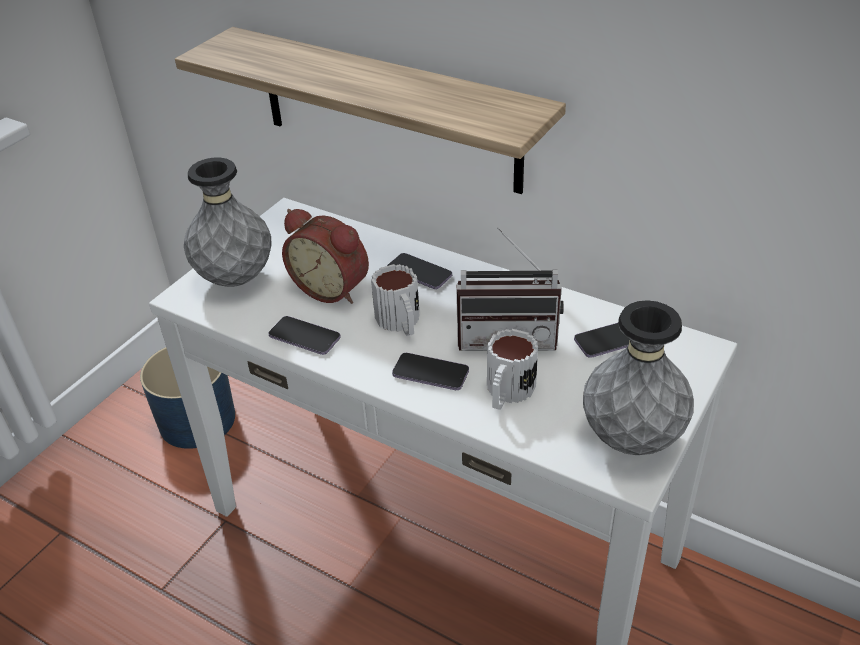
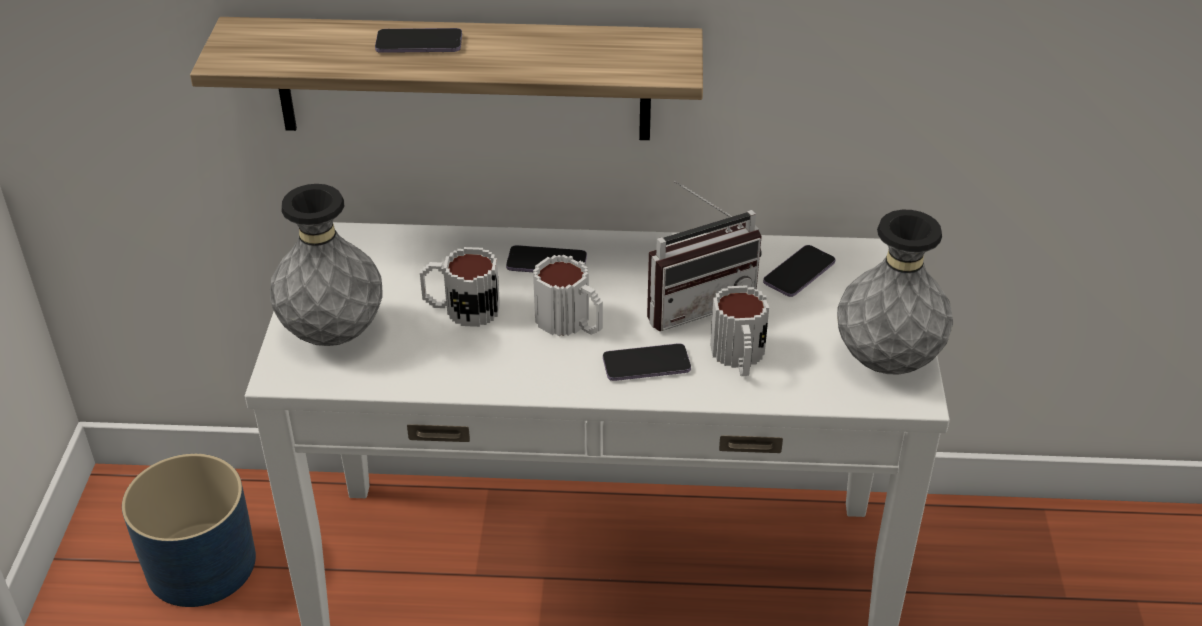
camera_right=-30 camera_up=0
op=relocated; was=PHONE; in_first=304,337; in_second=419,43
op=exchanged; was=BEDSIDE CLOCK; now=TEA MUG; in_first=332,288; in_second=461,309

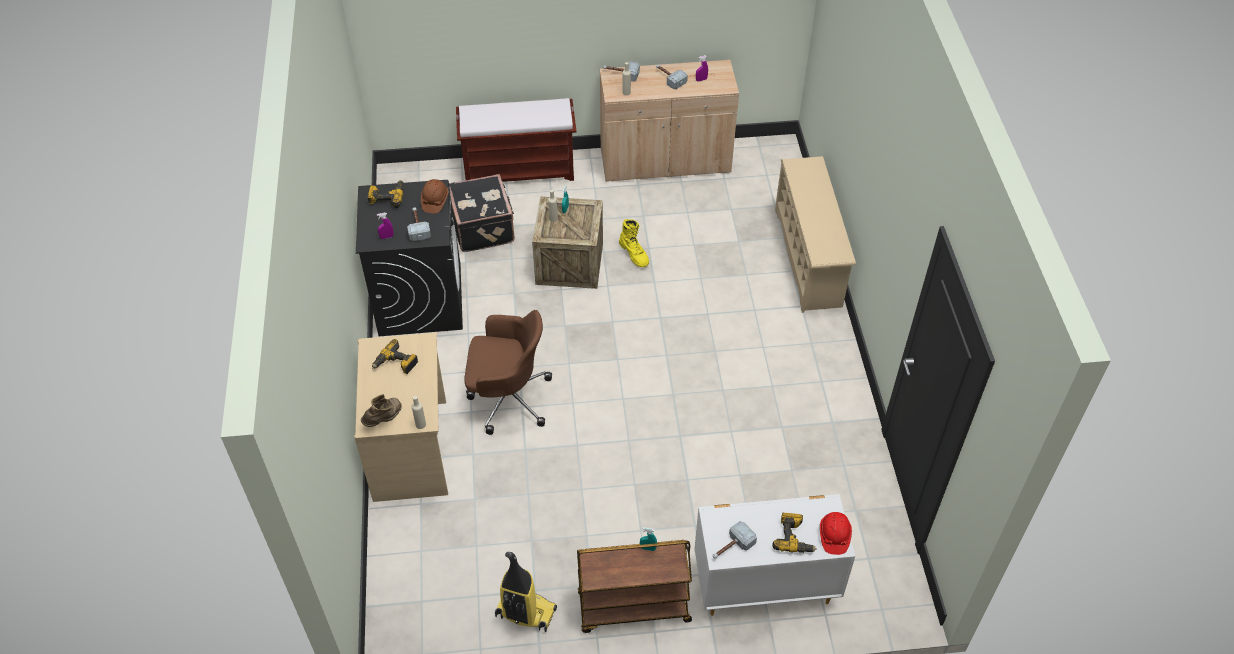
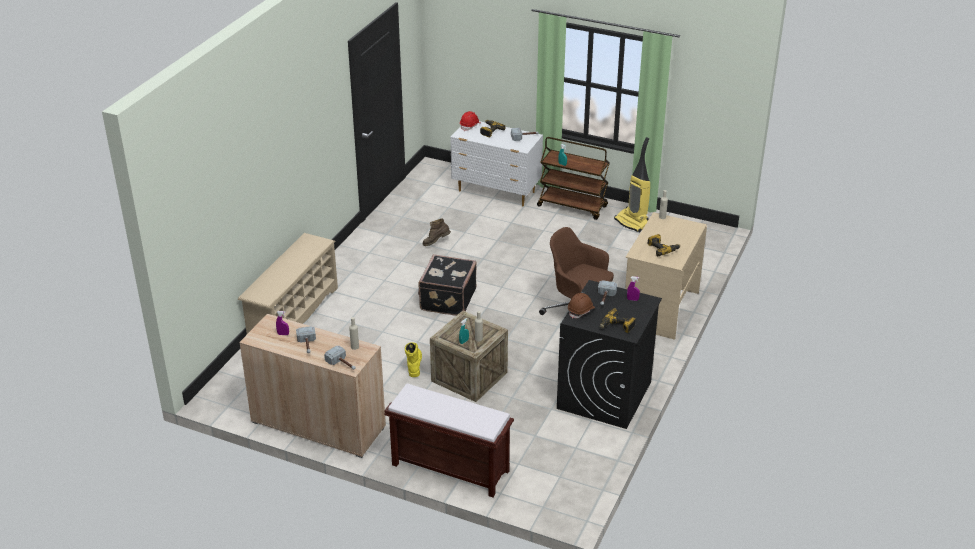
camera_right=-150 camera_up=-15
op=relocated; was=BROWNISH TALL BOOT; in_first=384,419; in_second=436,242
op=relocated; was=BLACK-COLOURED TRAVEL CASE; in_first=484,227; in_second=447,299

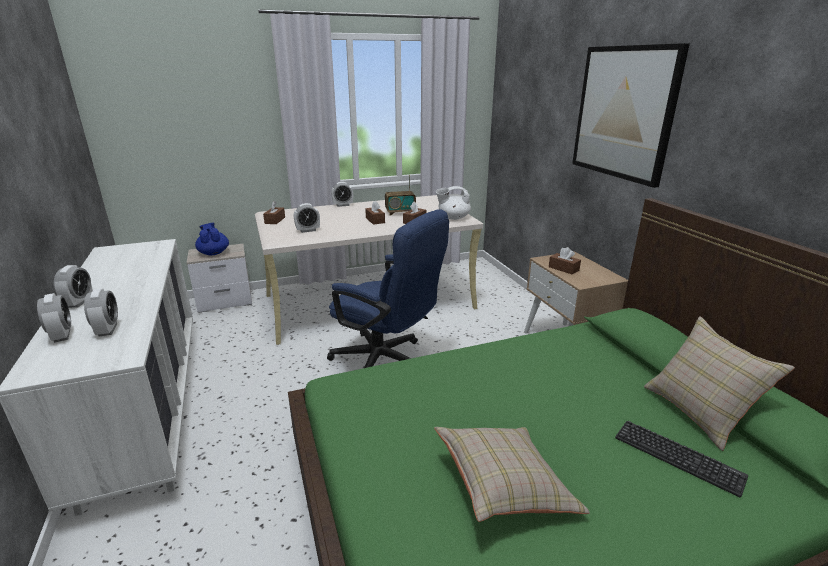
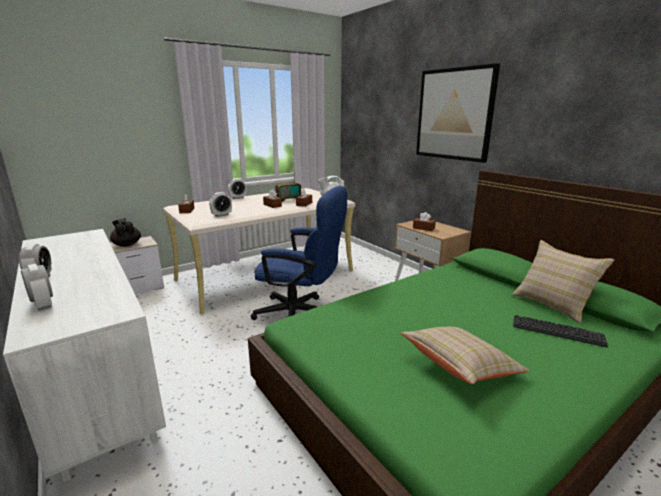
camera_right=-15 camera_up=-5
op=missing; was=BEDSIDE CLOCK; in_first=108,330
op=colour; was=BLUE-COLOURED POT FOR TEA; now=BLACK-COLOURED POT FOR TEA; in_first=213,253; in_second=127,244

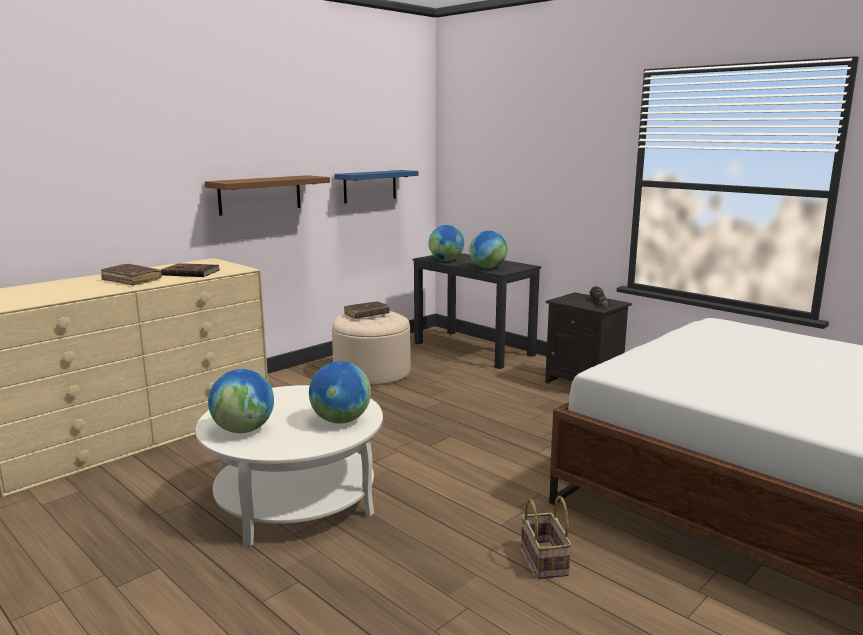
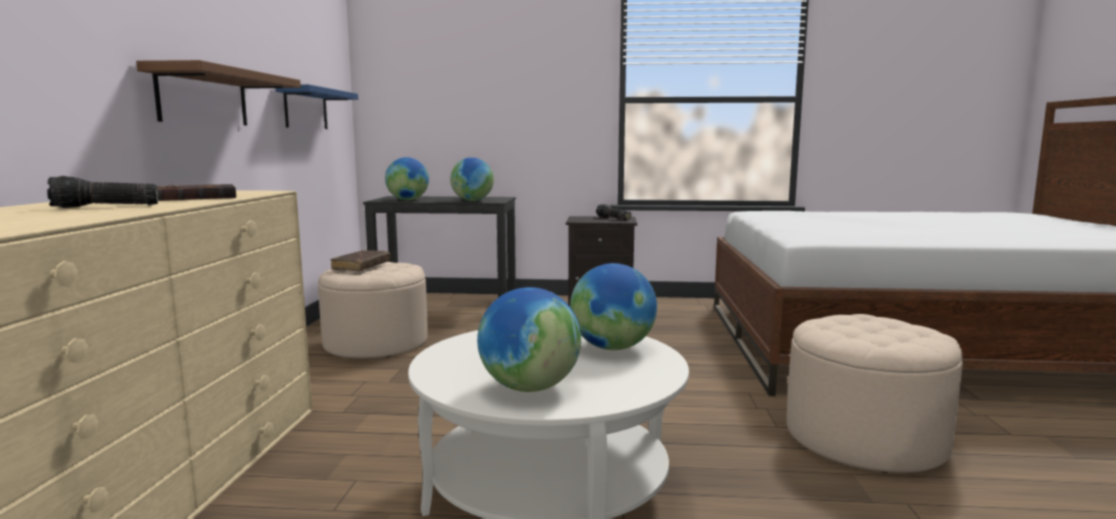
camera_right=-40 camera_up=-5
op=exchanged; was=BROWNISH BOOK; now=TORCH; in_first=132,280; in_second=105,206
op=exchanged; was=HOUSEHOLD BASKET; now=BEIGE-COLOURED POUFFE; in_first=545,561; in_second=864,438

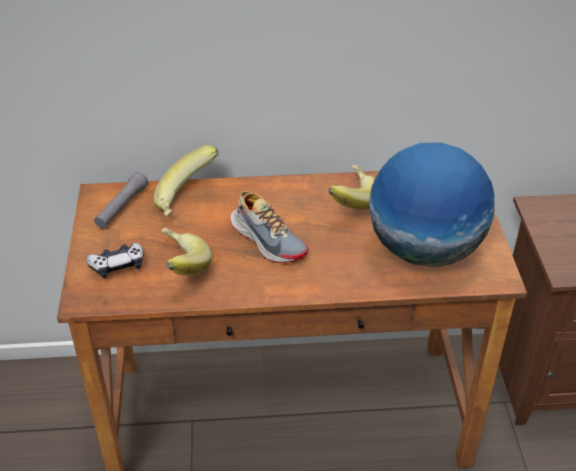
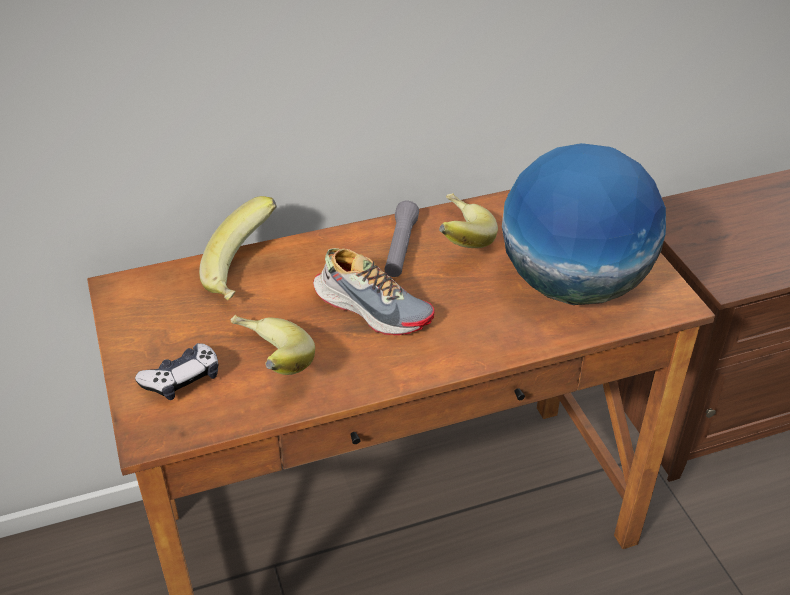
camera_right=-15 camera_up=0
op=relocated; was=GREY TORCH; in_first=121,207; in_second=400,248

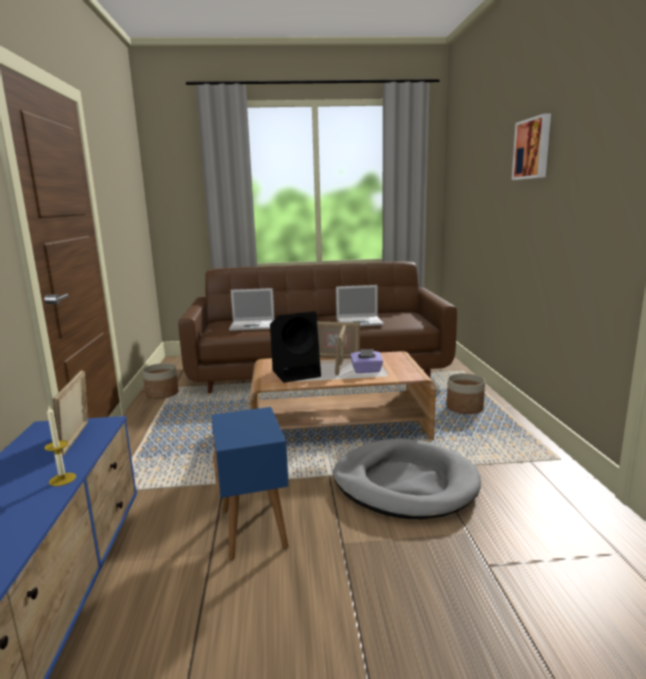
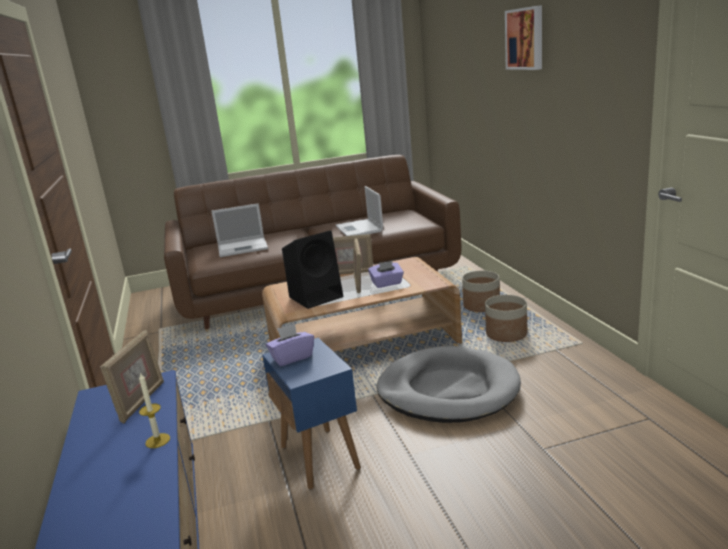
camera_right=-10 camera_up=5
op=spun; was=PHOTO FRAME; in_first=76,440; in_second=141,401; clockwise=-150
op=relocated; was=PLANTER; in_first=162,394; in_second=506,334
op=spun; was=LAPTOP; in_first=360,322; in_second=359,229; clockwise=90
op=appeared; now=PURPLISH TISSUE BOX; in_second=292,357

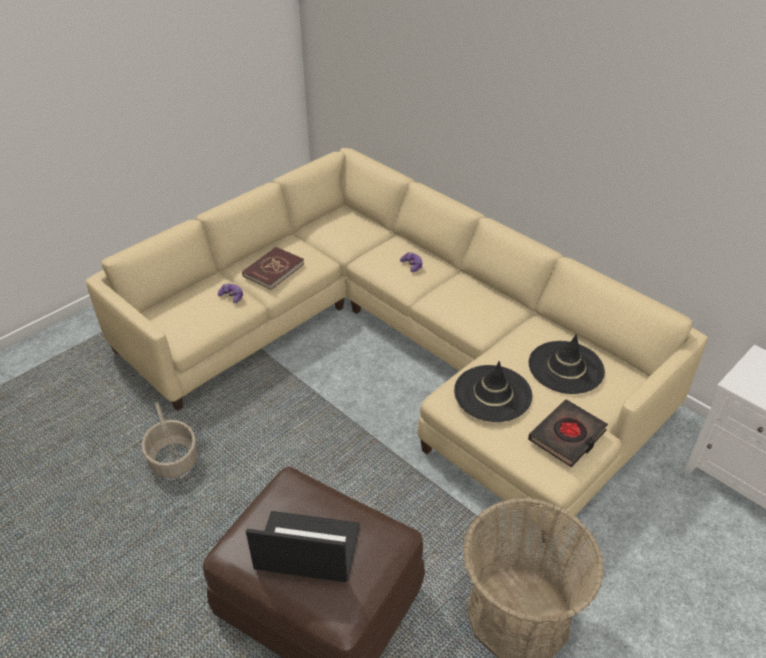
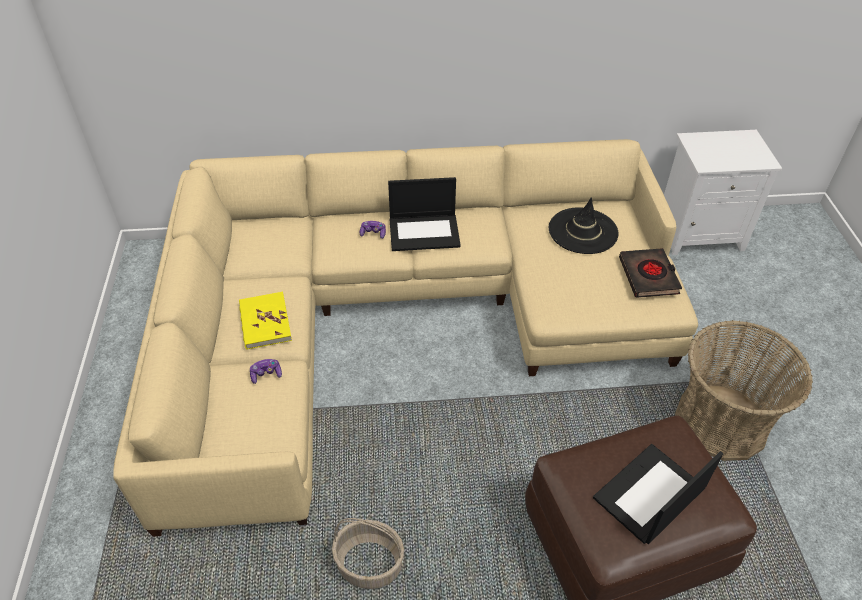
camera_right=-50 camera_up=5
op=colour; was=RED-COLOURED BOOK; now=YELLOW BOOK; in_first=273,270; in_second=265,322
op=missing; was=BLACK-COLOURED WEARABLE HAT; in_first=492,393
op=appeared; now=LAPTOP; in_second=425,232

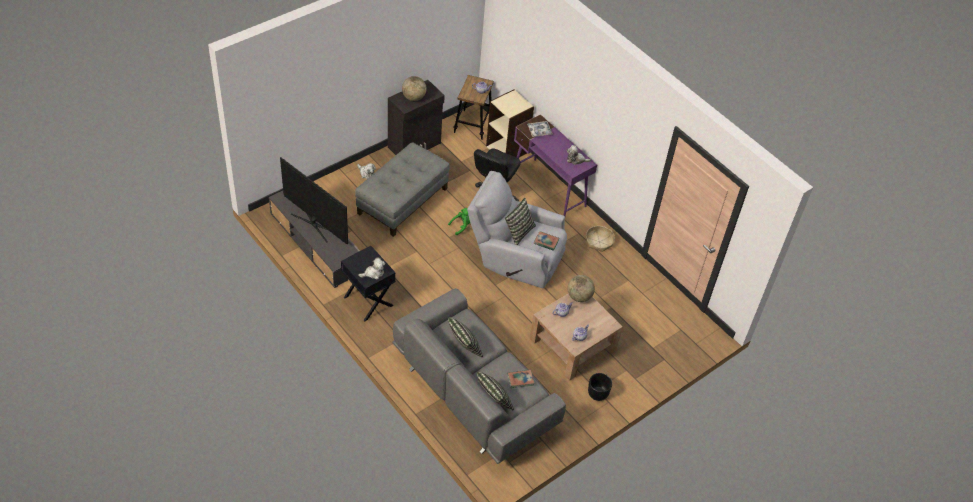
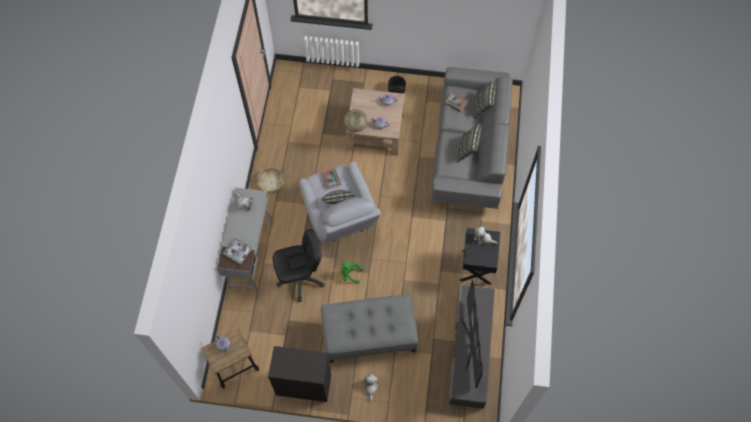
camera_right=-130 camera_up=15
op=missing; was=DESK GLOBE; in_first=413,97
op=missing; was=BEIGE-COLOURED BOOKCASE; in_first=507,149
op=colour; was=PURPLISH DESK TABLE; now=GREY DESK TABLE; in_first=549,188; in_second=251,253

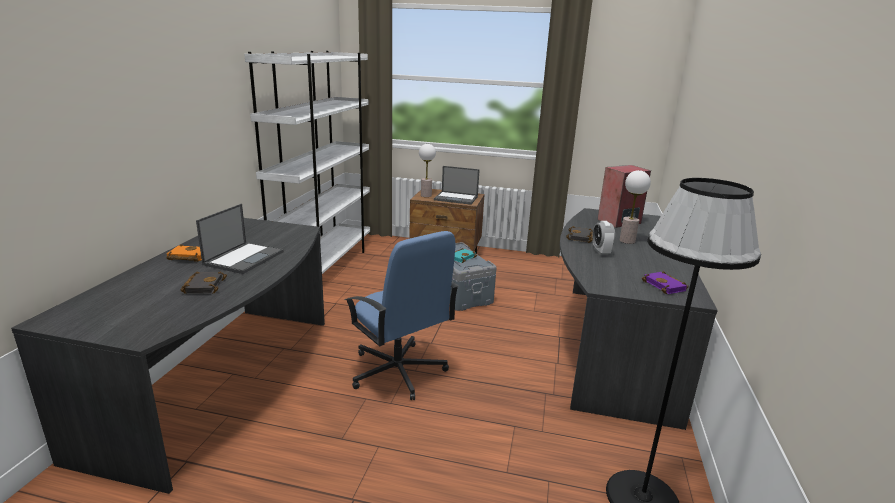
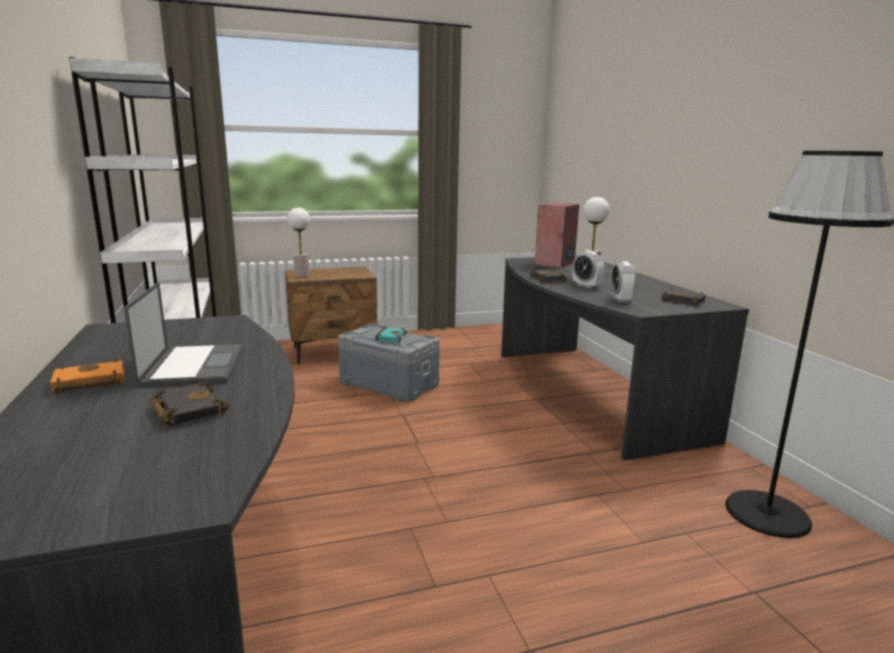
camera_right=-30 camera_up=-5
op=missing; was=BLUE-COLOURED DESK CHAIR; in_first=398,372
op=missing; was=LAPTOP; in_first=456,198
op=colour; was=PURPLISH BOOK; now=BLACK-COLOURED BOOK; in_first=665,286; in_second=684,300
op=appeared; now=BEDSIDE CLOCK; in_second=621,300

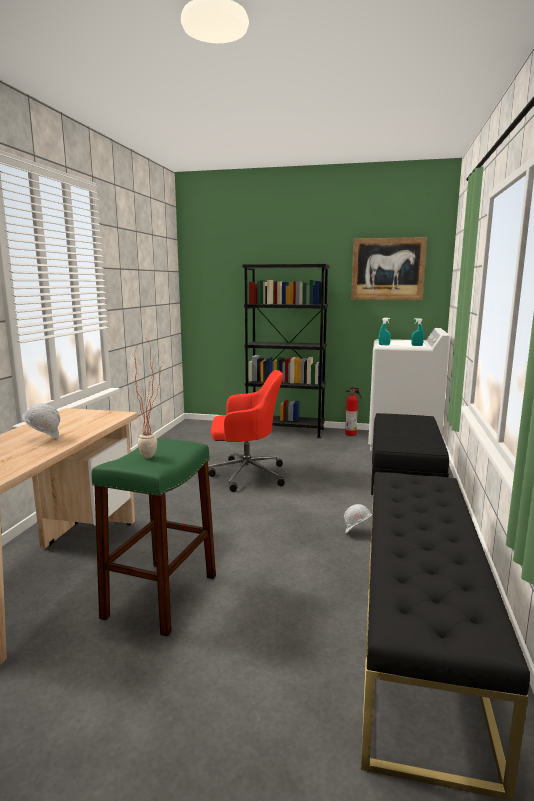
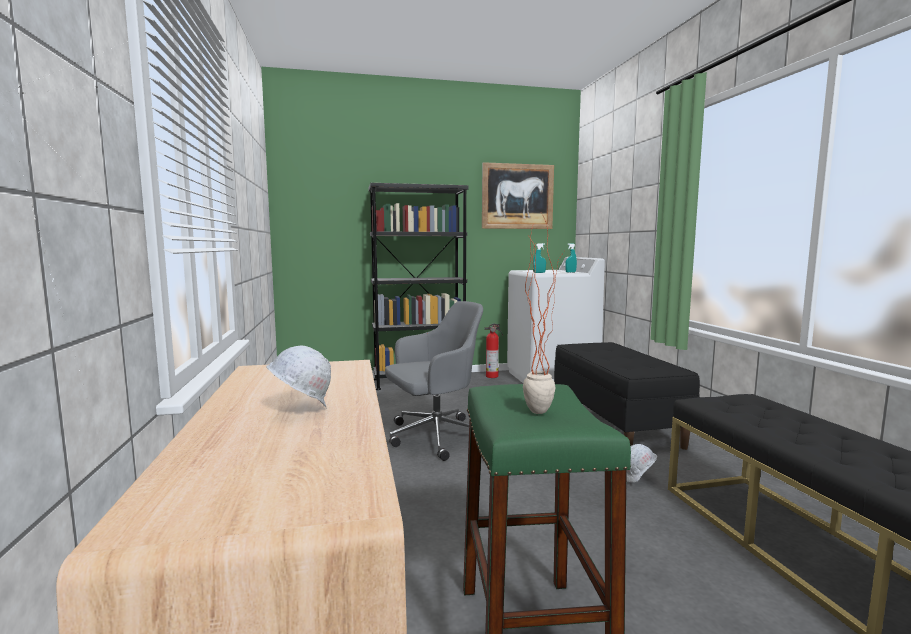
camera_right=-25 camera_up=-5
op=colour; was=RED-COLOURED DESK CHAIR; now=GREY DESK CHAIR; in_first=245,475; in_second=435,437

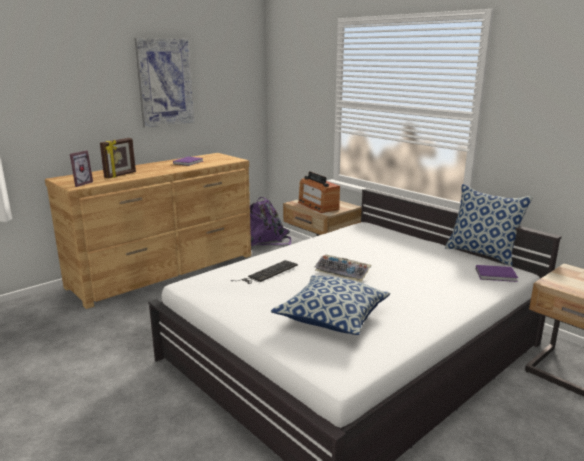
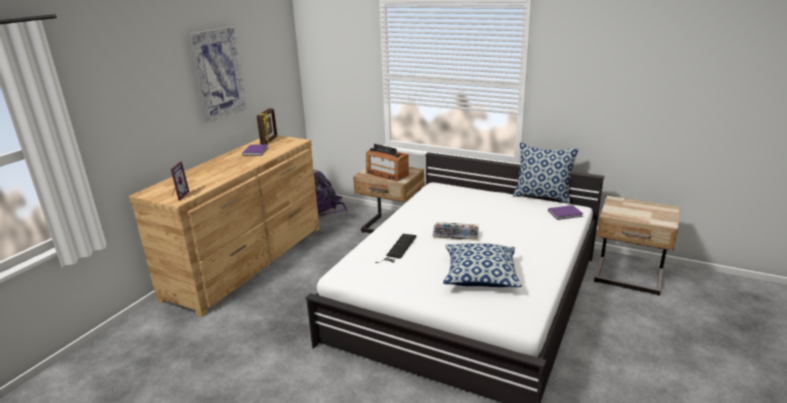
camera_right=-20 camera_up=5
op=relocated; was=PHOTO FRAME; in_first=120,175; in_second=269,141

